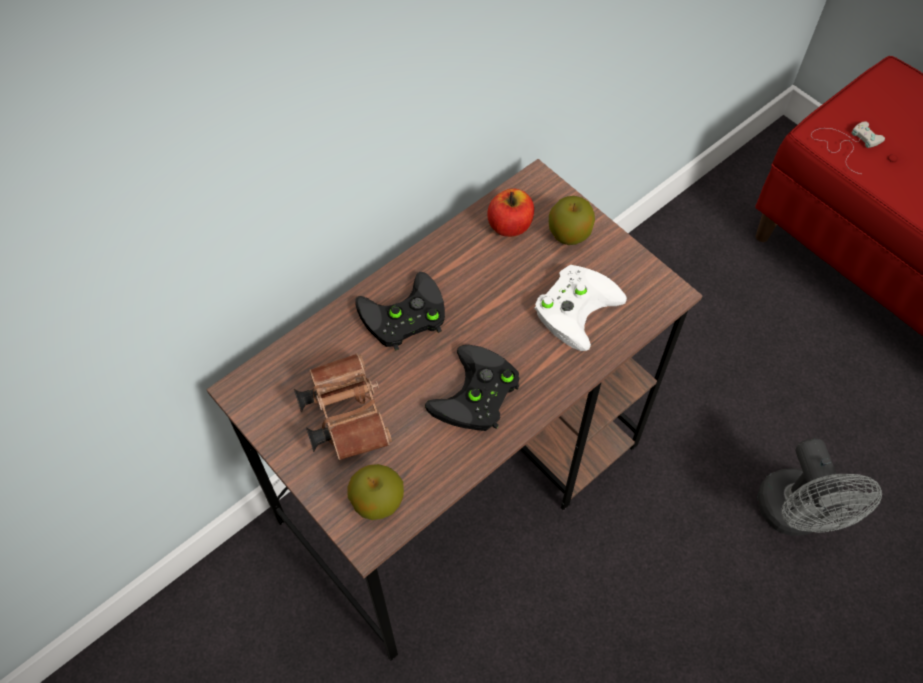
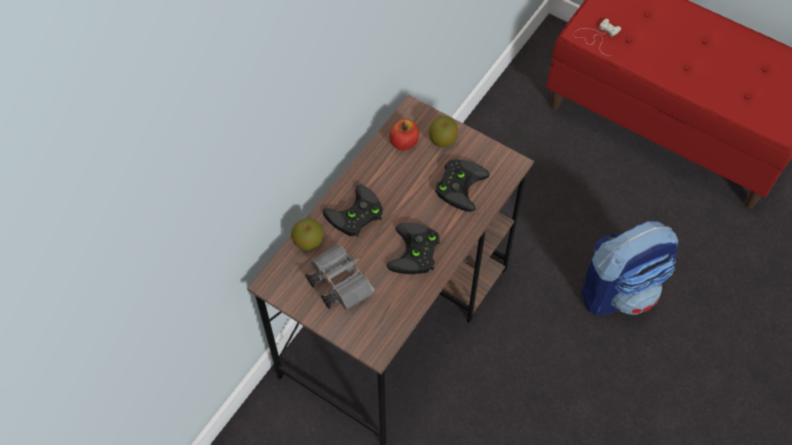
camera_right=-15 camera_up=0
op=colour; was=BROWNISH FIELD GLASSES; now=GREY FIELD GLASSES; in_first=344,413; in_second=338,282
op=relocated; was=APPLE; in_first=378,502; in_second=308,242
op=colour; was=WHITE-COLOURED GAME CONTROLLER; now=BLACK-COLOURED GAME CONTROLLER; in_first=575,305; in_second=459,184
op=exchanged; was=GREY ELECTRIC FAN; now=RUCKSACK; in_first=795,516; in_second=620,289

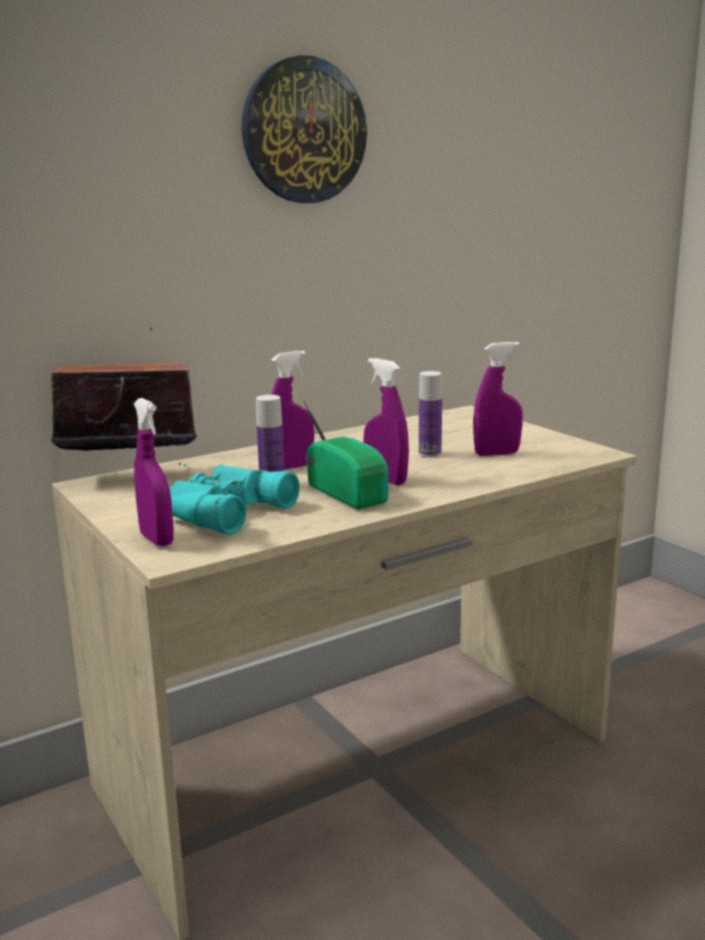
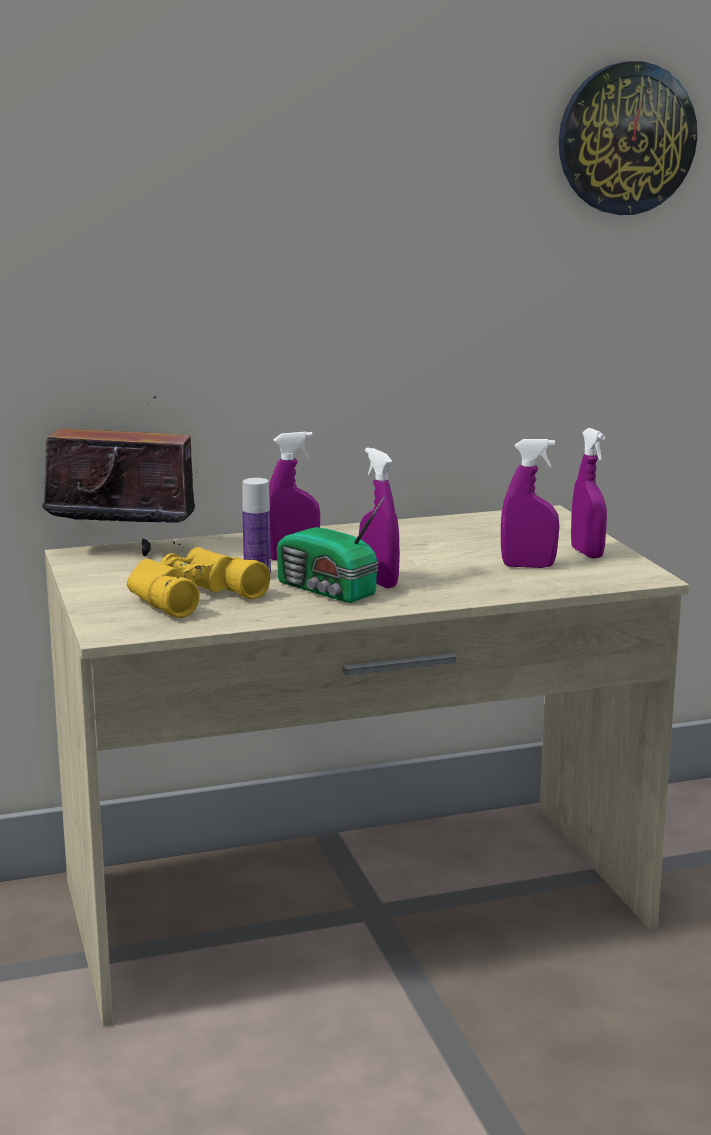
camera_right=15 camera_up=0
op=relocated; was=PURPLISH SPRAYER; in_first=157,539; in_second=587,553
op=colour; was=TURQUOISE FIELD GLASSES; now=YELLOW FIELD GLASSES; in_first=220,511; in_second=187,595
op=relocated; was=CLOCK ON THE WALL; in_first=303,131; in_second=626,139
op=spun; was=RADIO SET; in_first=347,493; in_second=327,590; clockwise=150
op=missing; was=BOTTLE; in_first=430,453

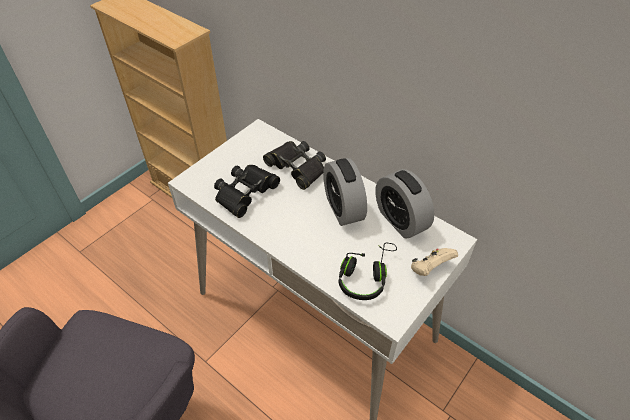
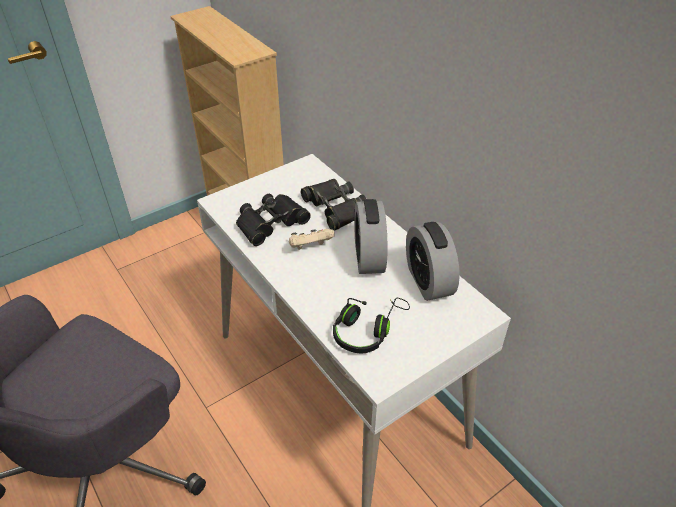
camera_right=15 camera_up=-5
op=relocated; was=BEIGE-COLOURED GAME CONTROLLER; in_first=430,268; in_second=310,247

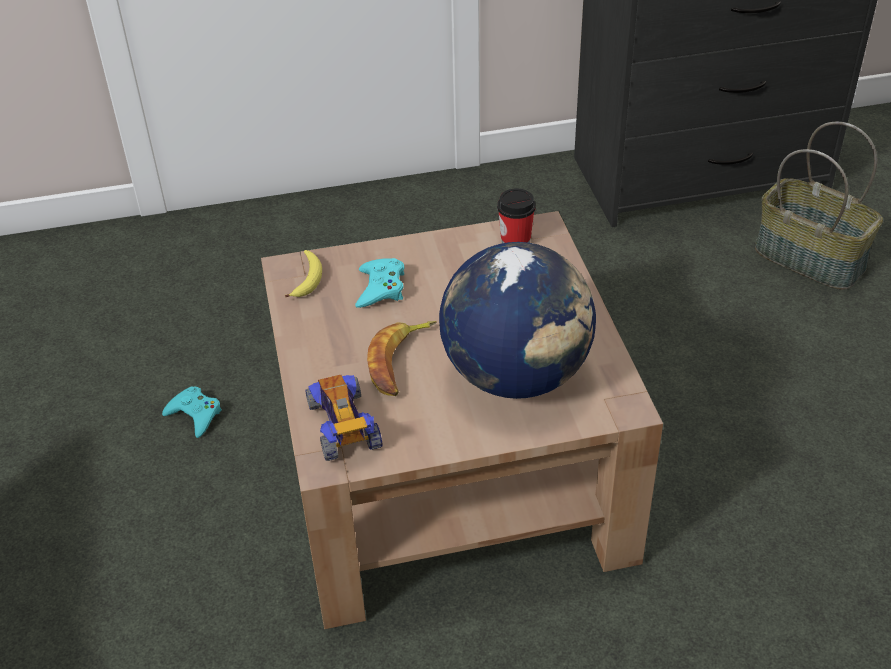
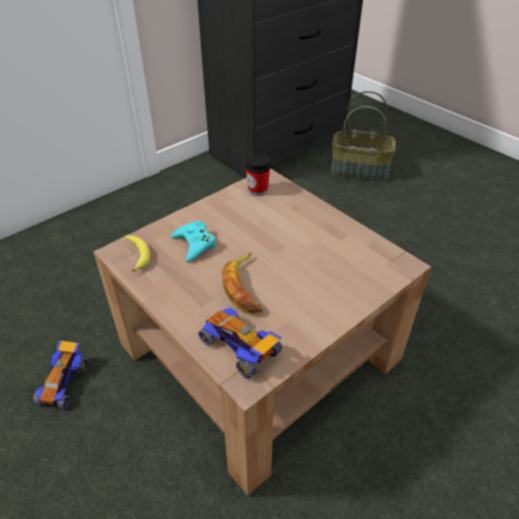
camera_right=-30 camera_up=0
op=exchanged; was=TURQUOISE GAME CONTROLLER; now=MODEL CAR; in_first=195,415; in_second=63,382
op=missing; was=DESK GLOBE; in_first=517,375

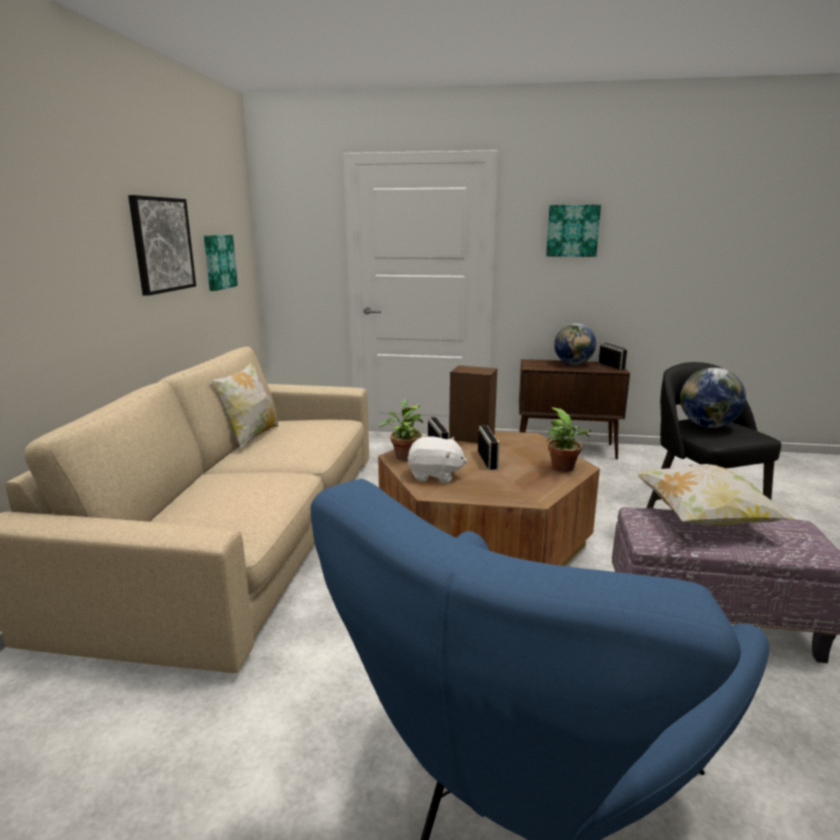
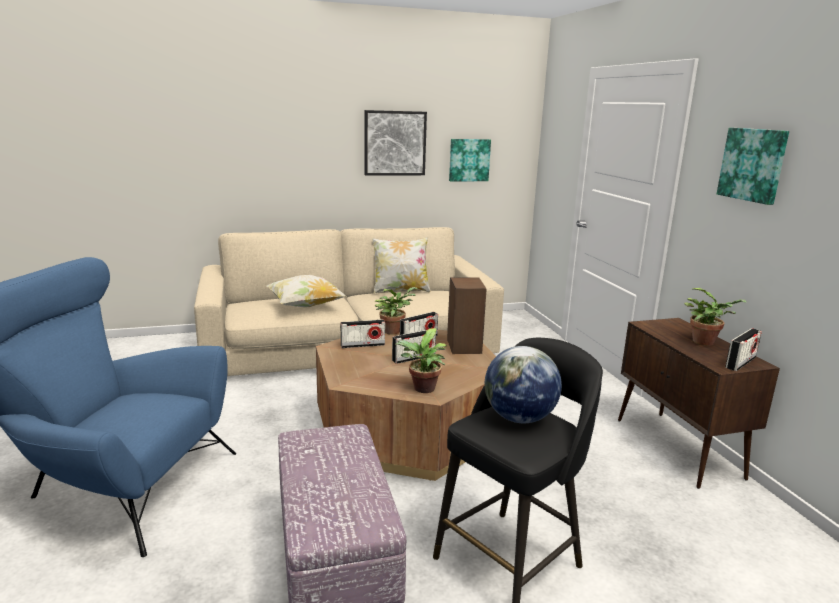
camera_right=65 camera_up=0
op=exchanged; was=WHITE-COLOURED CUDDLY TOY; now=RADIO SET; in_first=435,476; in_second=362,345
op=exchanged; was=DESK GLOBE; now=PLANT IN A POT; in_first=573,364; in_second=706,342
op=relocated; was=PILLOW; in_first=704,519; in_second=305,306

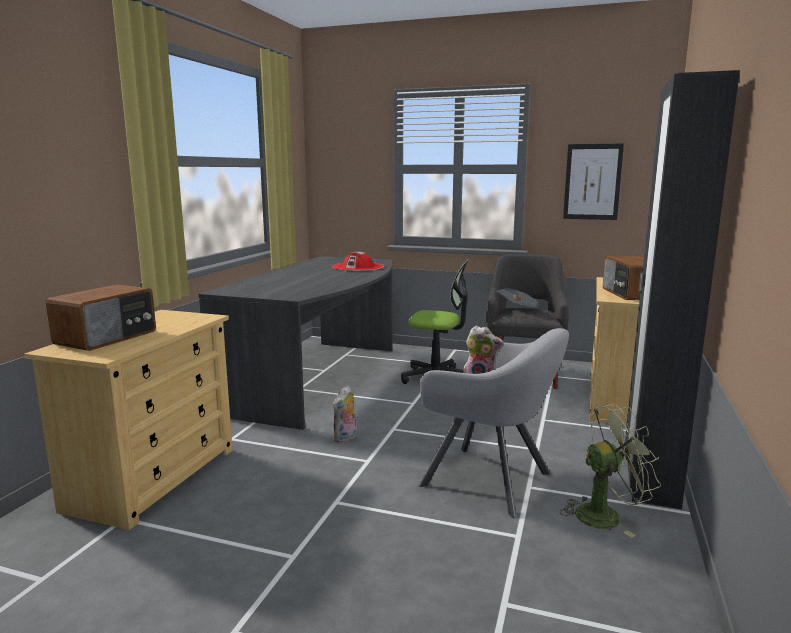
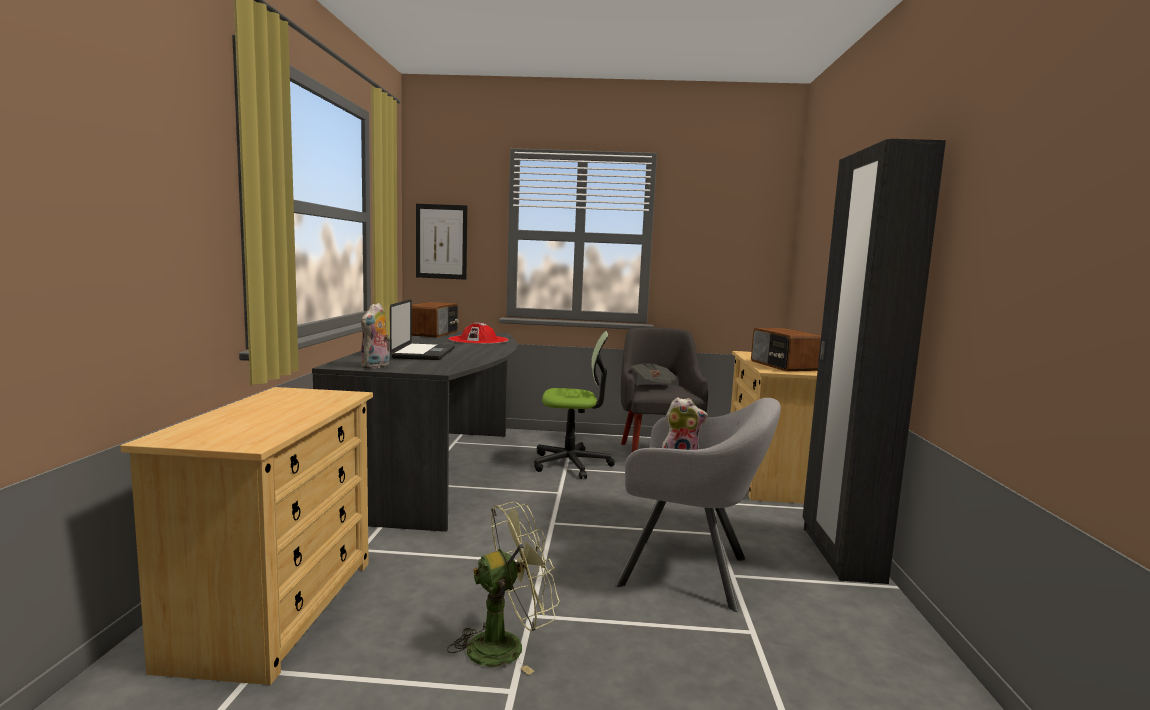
camera_right=-15 camera_up=-5
op=relocated; was=RADIO SET; in_first=108,337; in_second=434,333
op=relocated; was=CUDDLY TOY; in_first=346,438; in_second=376,366
op=relocated; was=GREEN ELECTRIC FAN; in_first=606,515; in_second=506,645
op=relocated; was=WALL PICTURE; in_first=592,182; in_second=441,241
op=appeared; now=LAPTOP; in_second=424,353

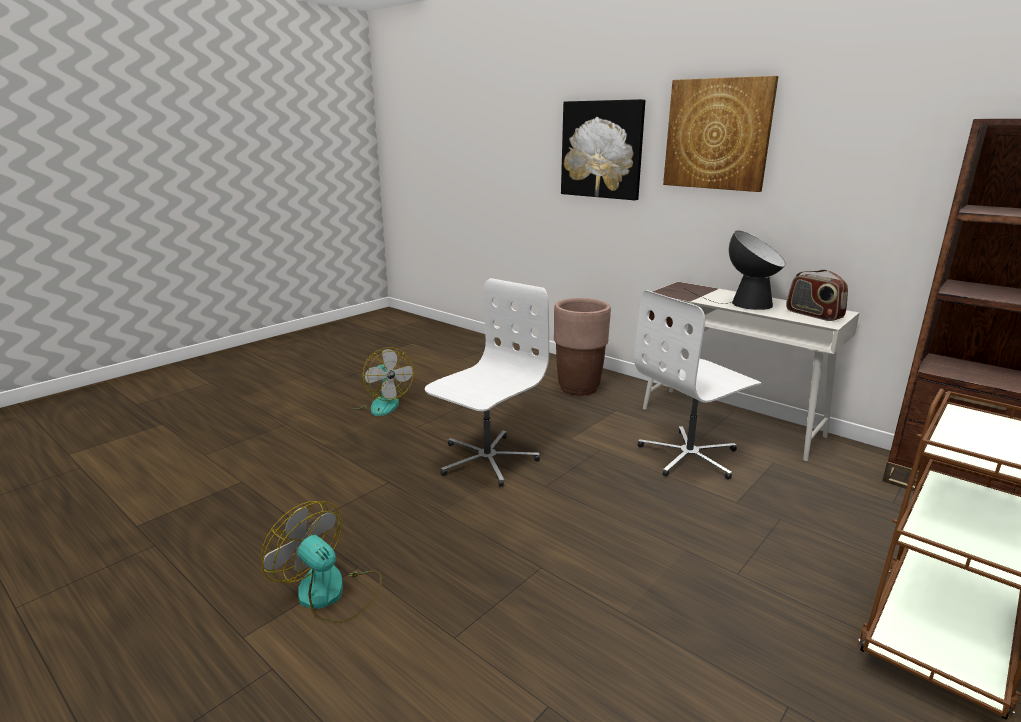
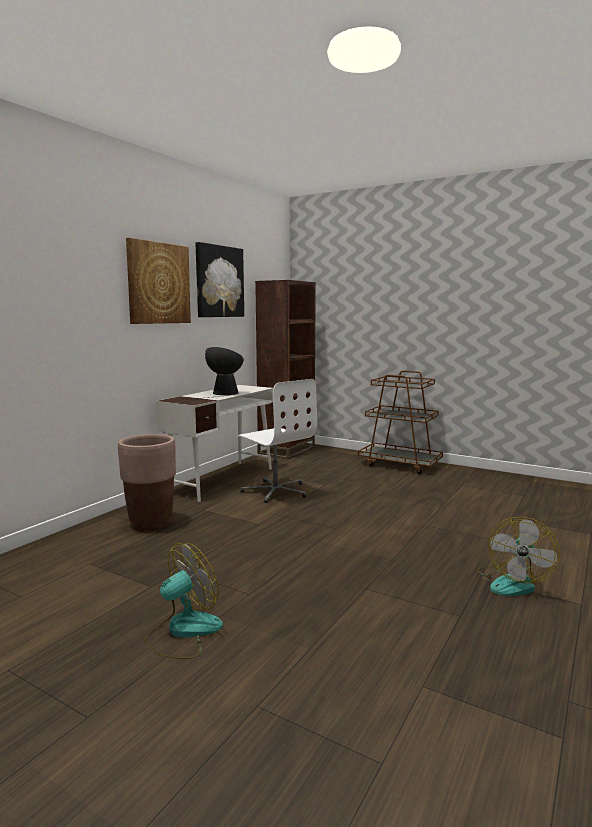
camera_right=-100 camera_up=-10
op=missing; was=WHITE-COLOURED DESK CHAIR; in_first=486,460
op=relocated; was=WALL PICTURE; in_first=602,149; in_second=219,281
op=missing; was=RADIO SET; in_first=813,315

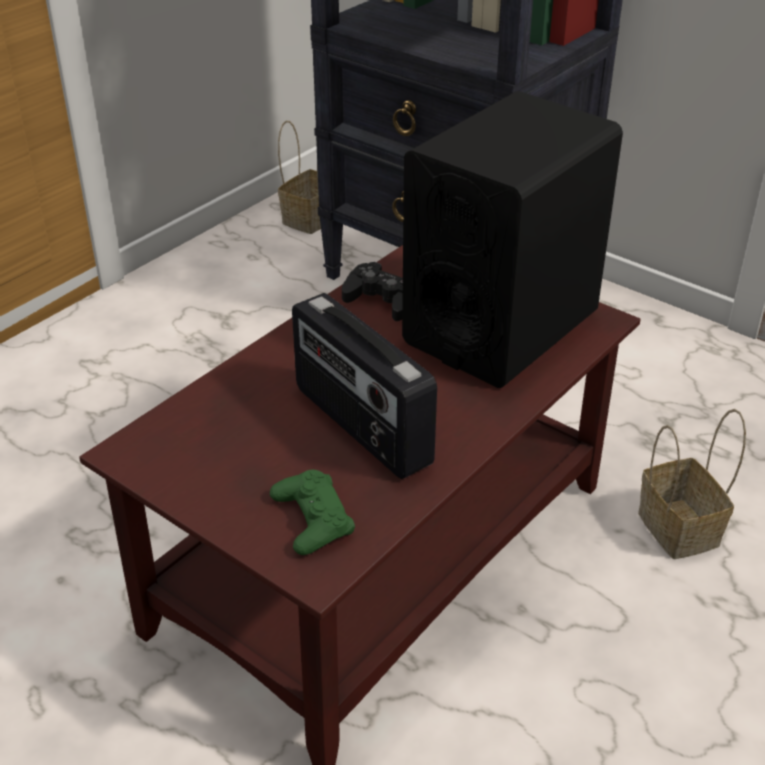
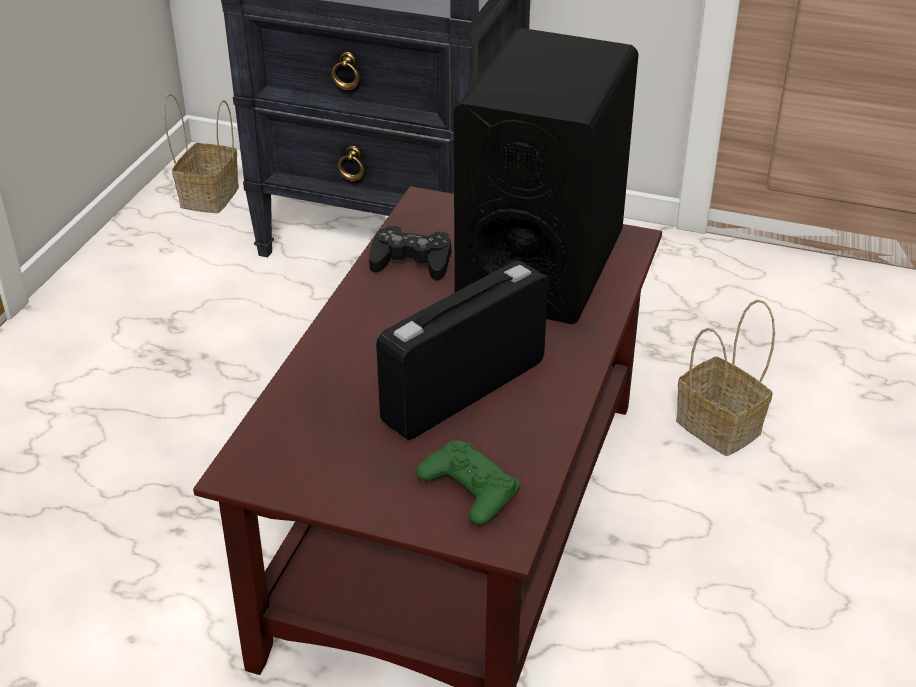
camera_right=-20 camera_up=0
op=spun; was=RADIO SET; in_first=360,426; in_second=463,390; clockwise=105

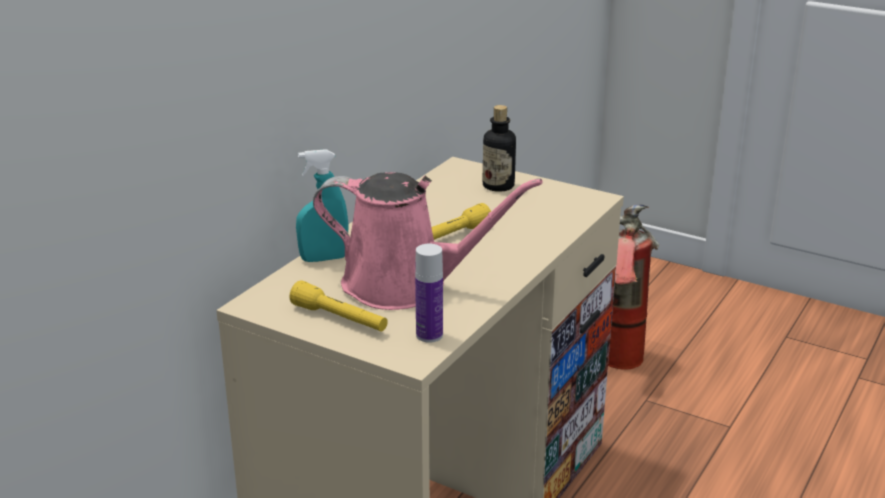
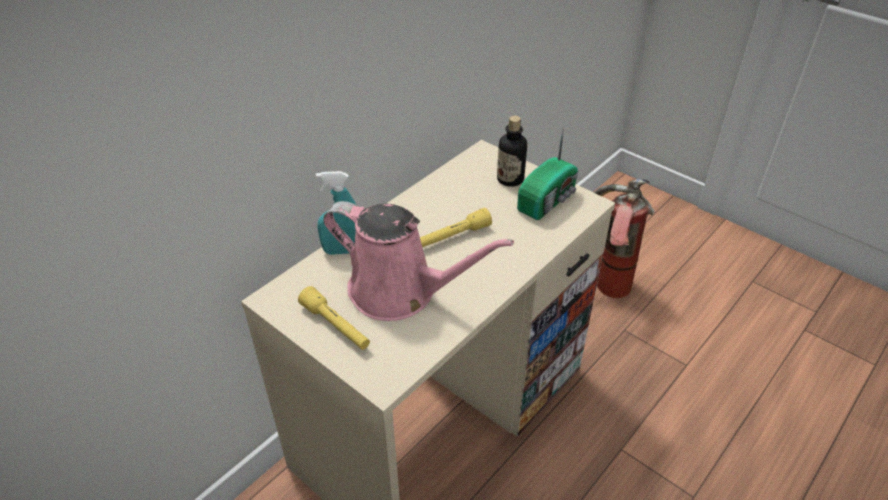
camera_right=10 camera_up=15
op=missing; was=BOTTLE; in_first=429,335
op=appeared; now=RADIO SET; in_second=549,200

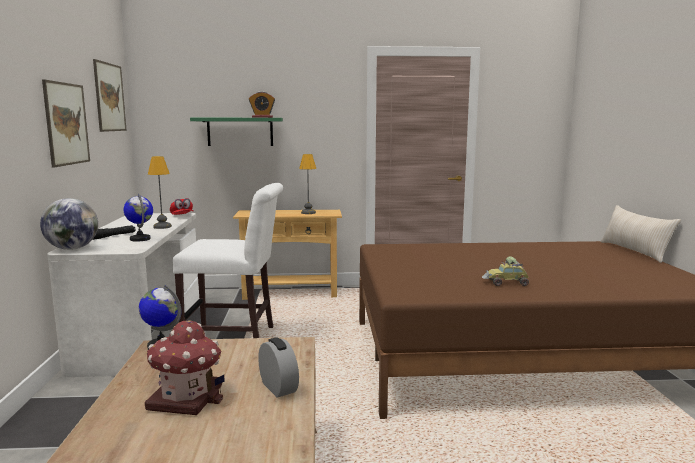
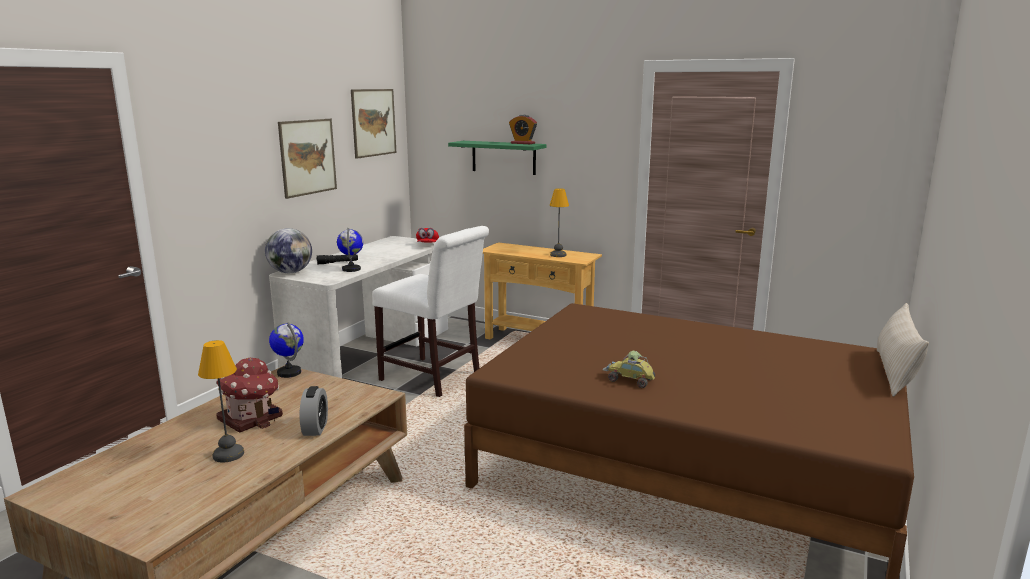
camera_right=30 camera_up=5
op=relocated; was=TABLETOP LAMP; in_first=162,227; in_second=227,454

